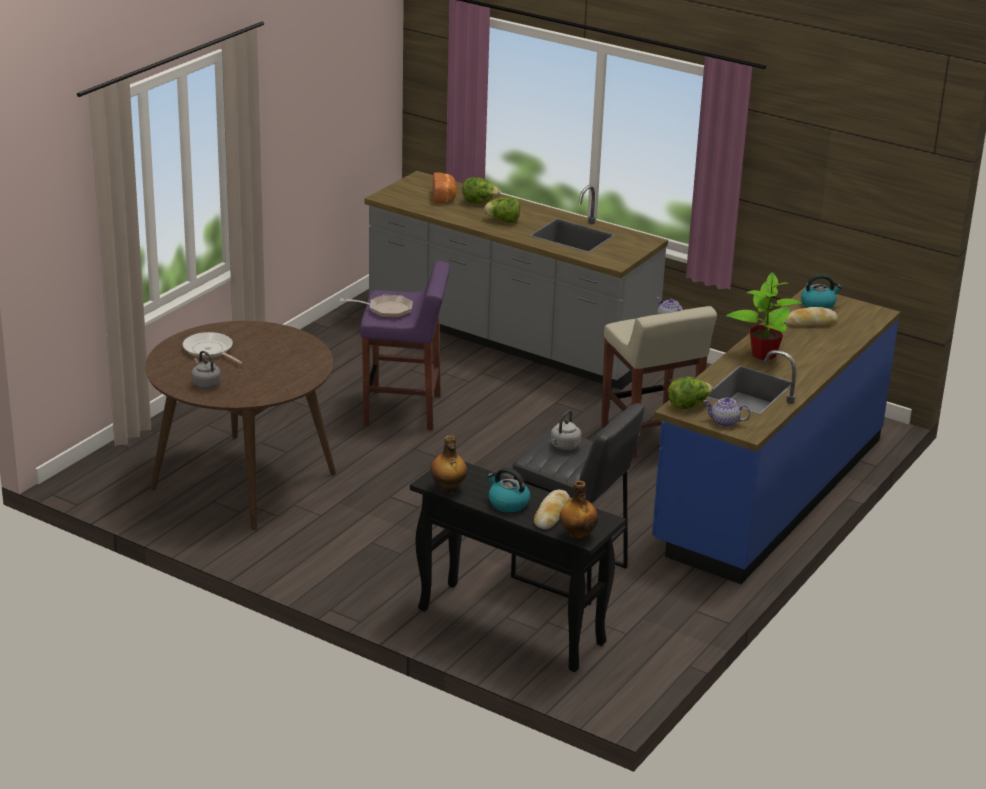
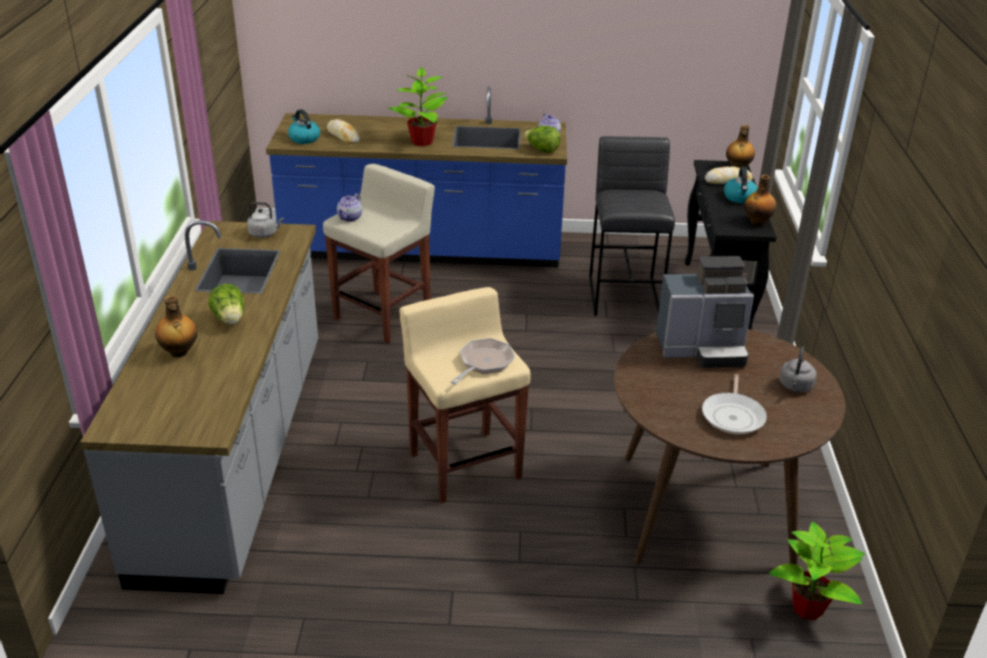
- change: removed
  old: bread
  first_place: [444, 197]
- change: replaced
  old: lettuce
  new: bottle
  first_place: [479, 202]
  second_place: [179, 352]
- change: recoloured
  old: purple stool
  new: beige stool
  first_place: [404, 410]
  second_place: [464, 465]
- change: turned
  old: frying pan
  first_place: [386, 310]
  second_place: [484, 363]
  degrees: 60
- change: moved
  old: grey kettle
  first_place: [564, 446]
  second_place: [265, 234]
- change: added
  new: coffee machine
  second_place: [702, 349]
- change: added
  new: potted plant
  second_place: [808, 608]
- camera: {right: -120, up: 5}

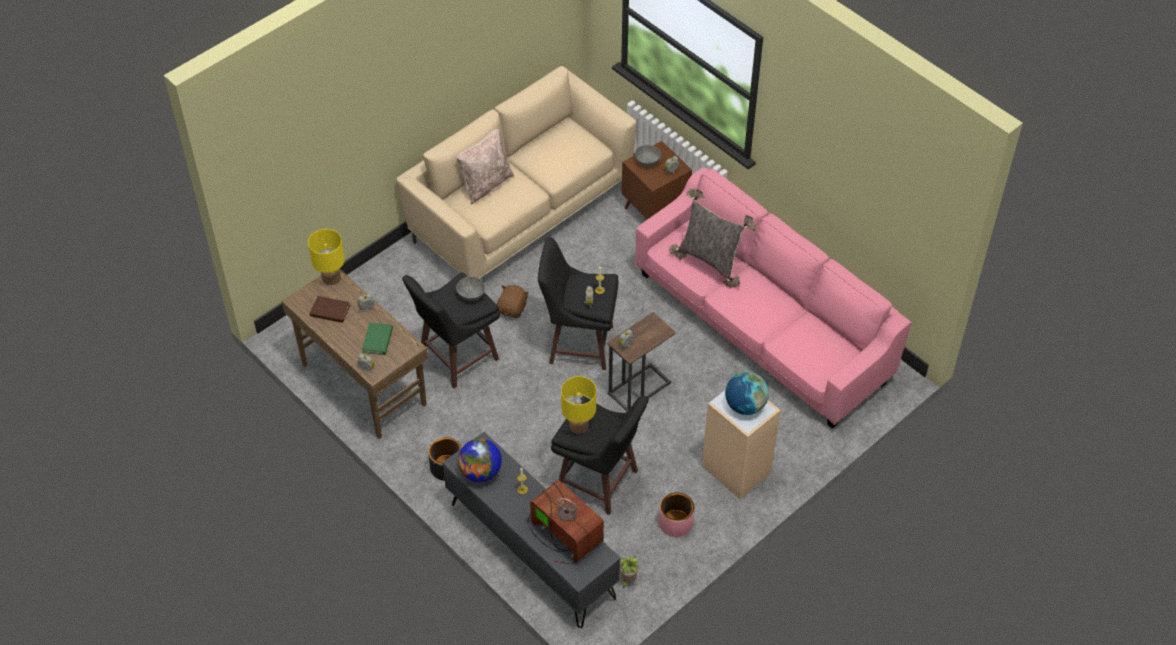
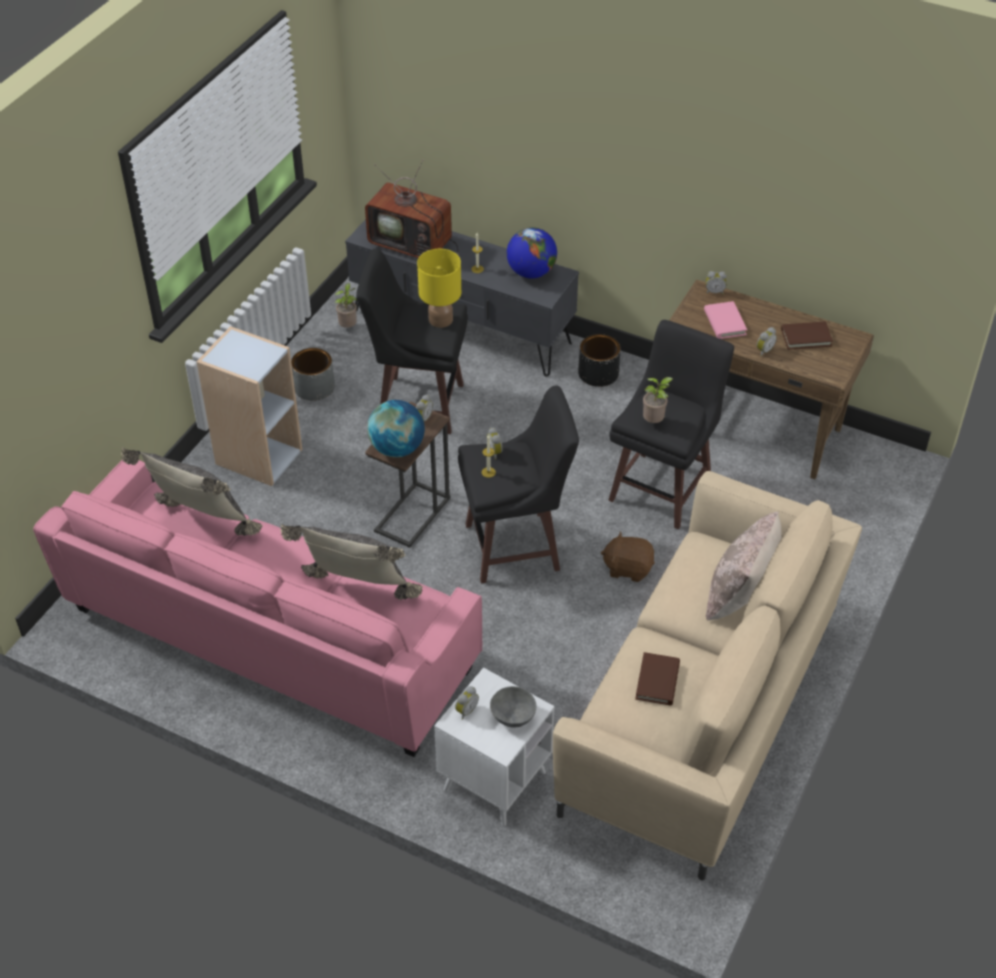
- change: recoloured
  old: brown side table
  new: white side table
  first_place: [655, 211]
  second_place: [494, 781]
- change: removed
  old: yellow table lamp
  first_place: [331, 278]
- change: replaced
  old: grey bowl
  new: potted plant
  first_place: [470, 295]
  second_place: [654, 422]
- change: turned
  old: brown plush toy
  first_place: [512, 309]
  second_place: [628, 568]
  degrees: 105
- change: recoloured
  old: green book
  new: pink book
  first_place: [378, 340]
  second_place: [724, 322]
- change: moved
  old: globe
  first_place: [745, 405]
  second_place: [397, 449]
- change: recoloured
  old: pink planter
  new: grey planter
  first_place: [675, 523]
  second_place: [314, 388]
- change: added
  new: pillow
  second_place: [198, 532]
- change: added
  new: brown book
  second_place: [657, 681]
- camera: {right: 160, up: -5}

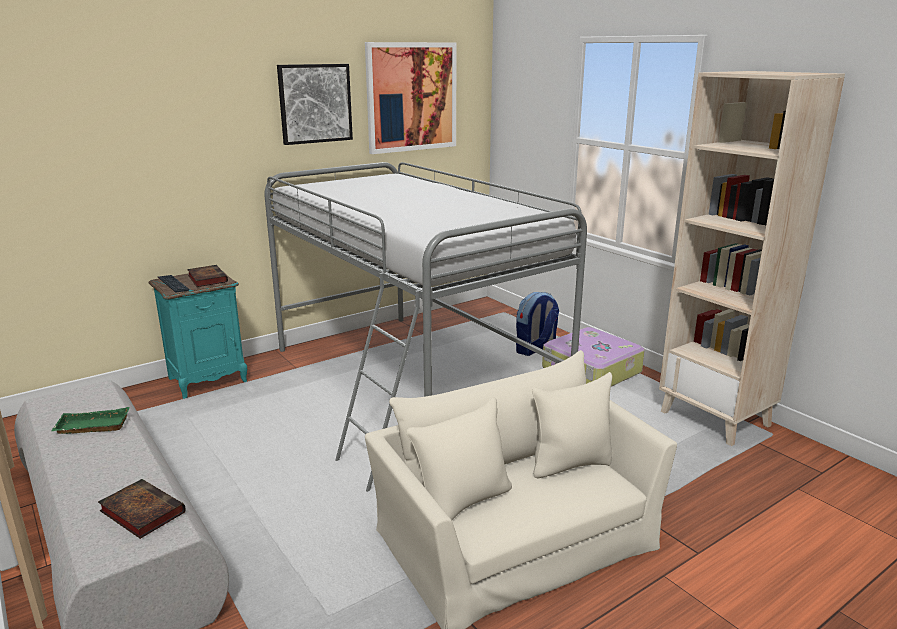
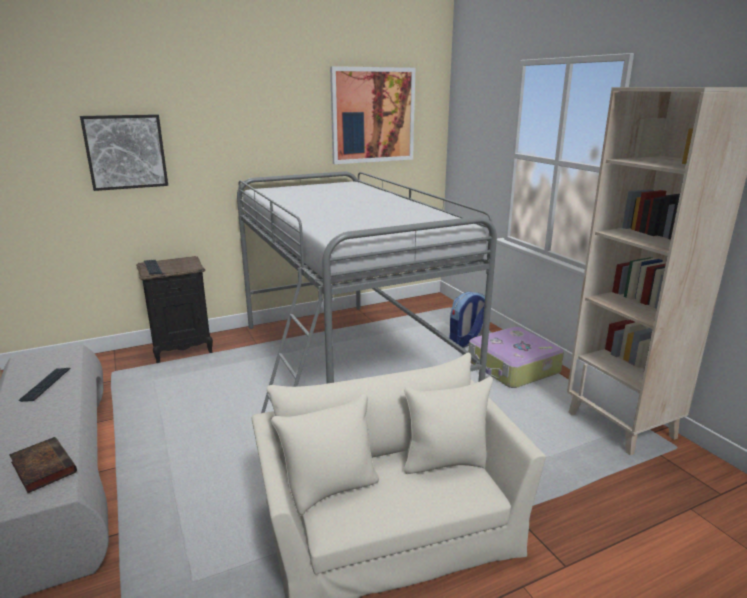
- change: moved
  old: picture
  first_place: [315, 103]
  second_place: [126, 152]
- change: removed
  old: book
  first_place: [206, 279]
- change: recoloured
  old: turquoise nightstand
  new: black nightstand
  first_place: [208, 380]
  second_place: [182, 349]
- change: replaced
  old: green tray
  new: keyboard
  first_place: [91, 427]
  second_place: [46, 385]
- camera: {right: 10, up: 0}

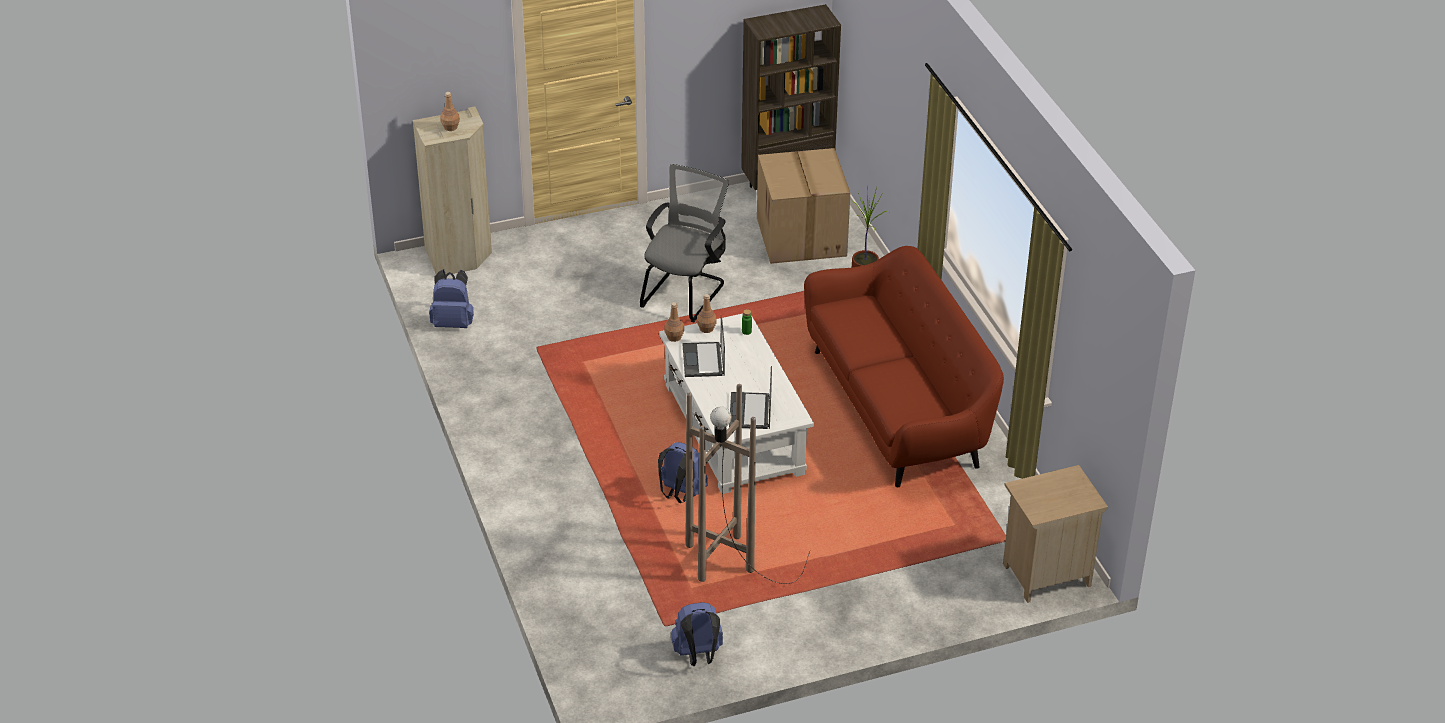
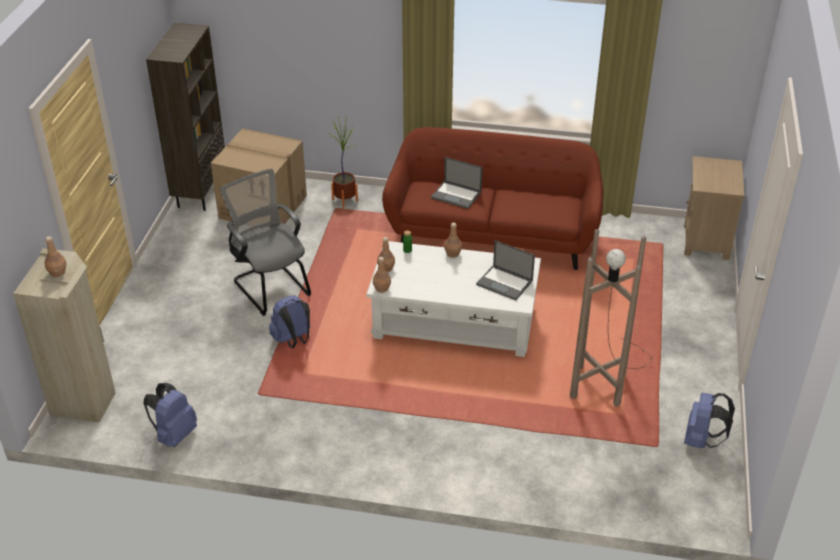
- change: moved
  old: laptop
  first_place: [703, 360]
  second_place: [457, 195]
- change: moved
  old: blue backpack
  first_place: [680, 494]
  second_place: [293, 340]
- change: added
  new: brown bottle
  second_place: [453, 254]
- camera: {right: -60, up: 0}

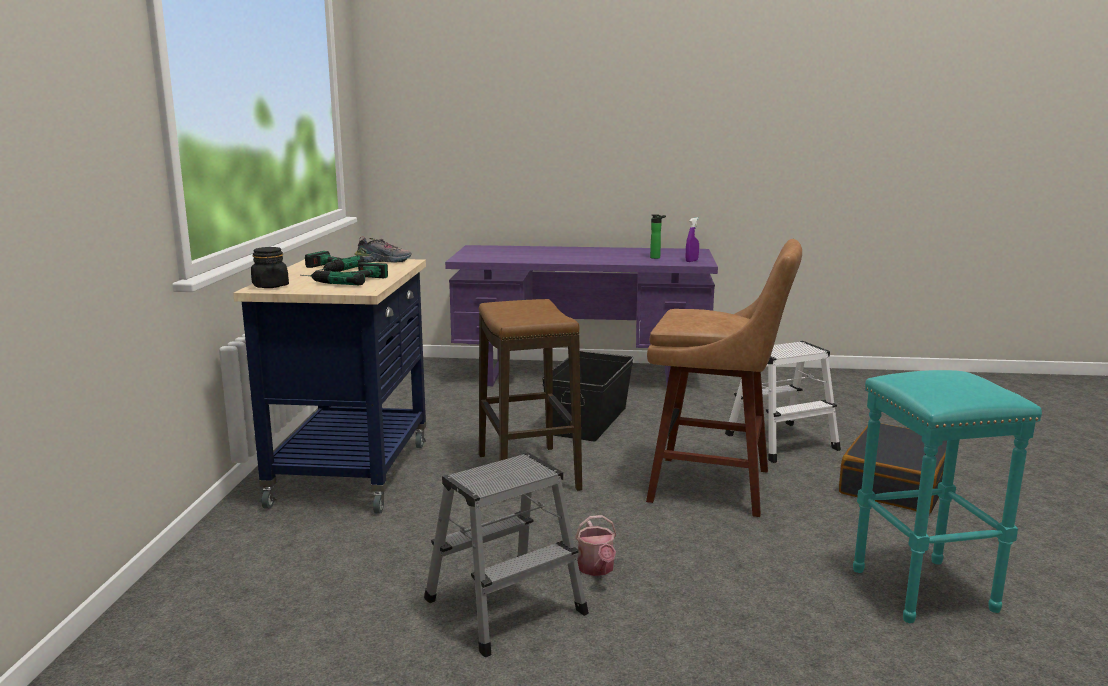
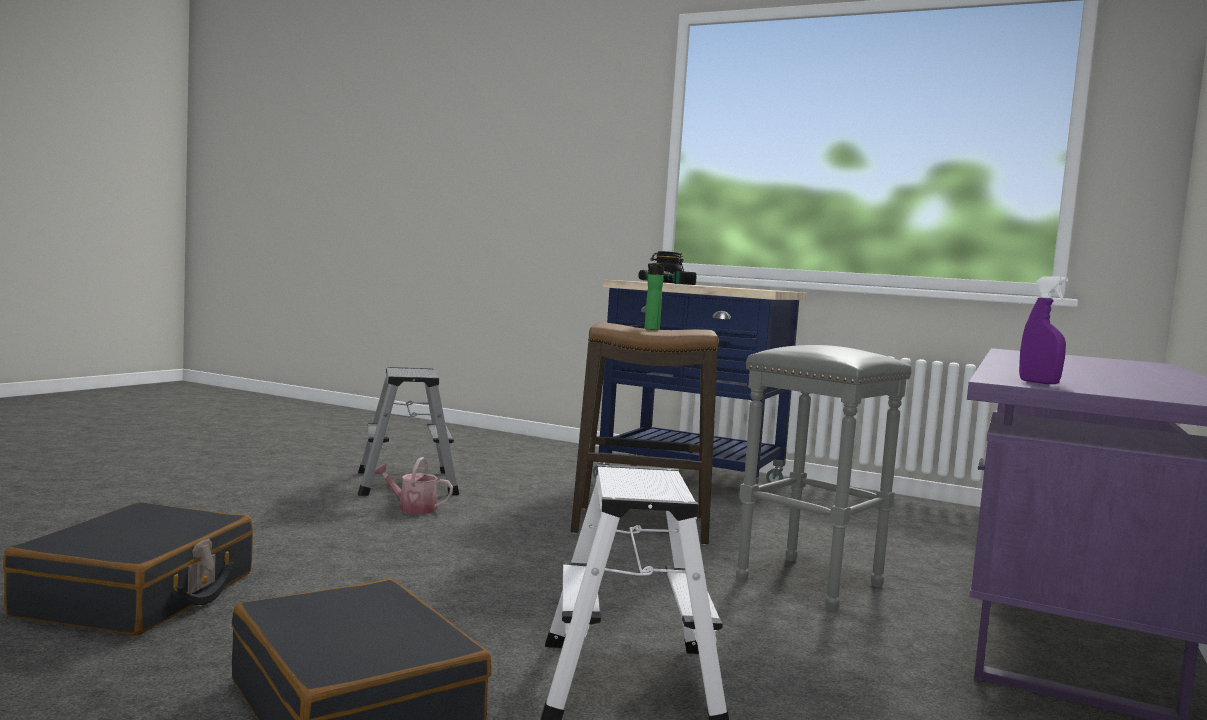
- change: moved
  old: bottle
  first_place: [656, 257]
  second_place: [651, 329]
- change: removed
  old: shoe
  first_place: [383, 261]
- change: removed
  old: brown stool
  first_place: [715, 486]
- change: removed
  old: power drill
  first_place: [323, 270]
- change: replaced
  old: black storage box
  new: grey stool
  first_place: [588, 420]
  second_place: [808, 581]
- change: replaced
  old: turquoise stool
  new: black suitcase
  first_place: [922, 591]
  second_place: [139, 595]
- camera: {right: 110, up: -10}

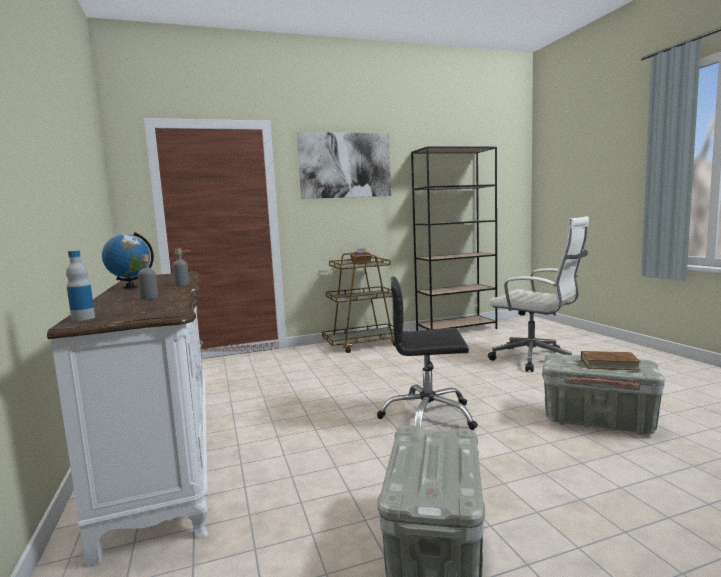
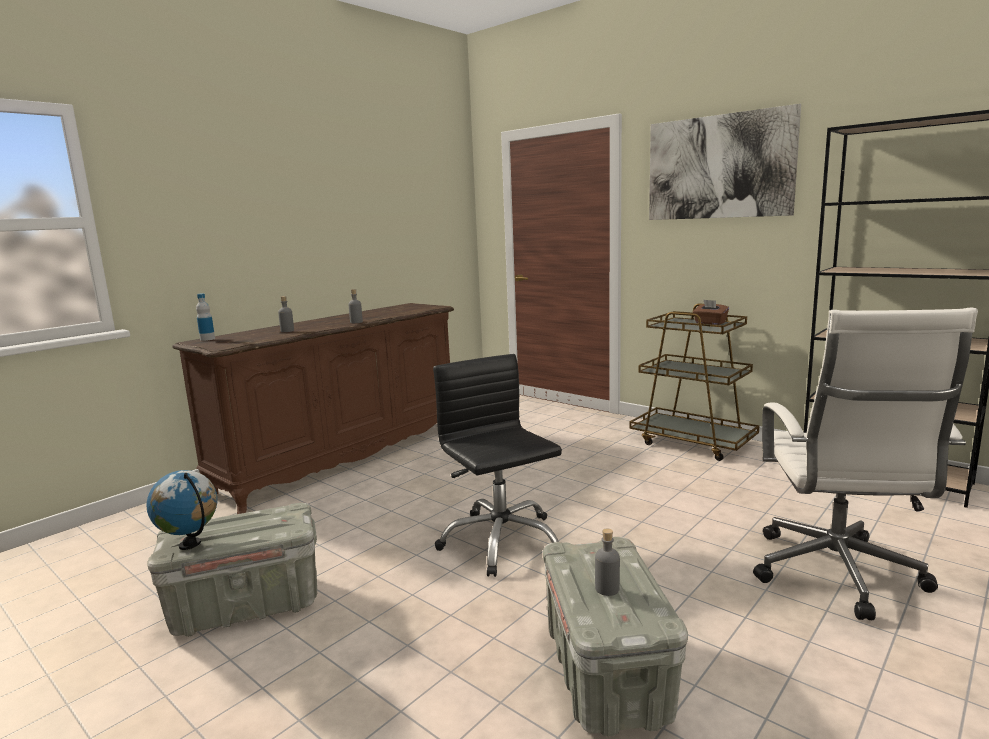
- change: moved
  old: globe
  first_place: [130, 287]
  second_place: [190, 544]
- change: recoloured
  old: white cabinet
  new: brown cabinet
  first_place: [168, 451]
  second_place: [346, 459]
- change: replaced
  old: brown book
  new: grey bottle
  first_place: [608, 364]
  second_place: [607, 589]
- camera: {right: 60, up: 5}

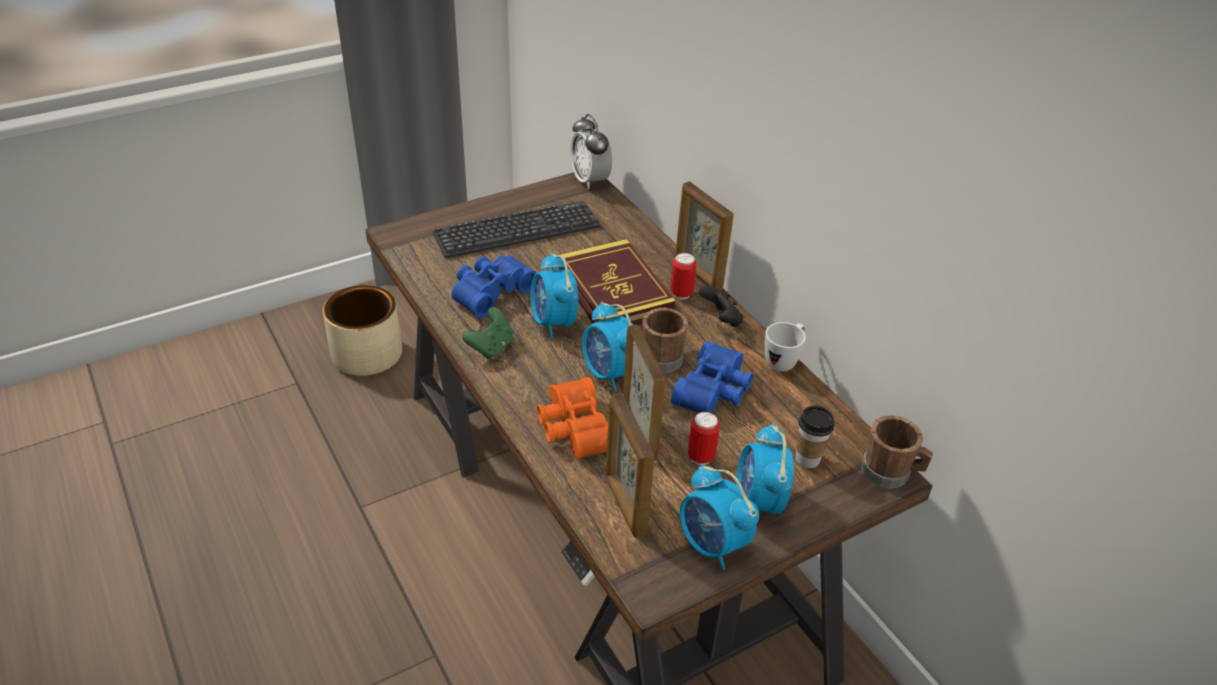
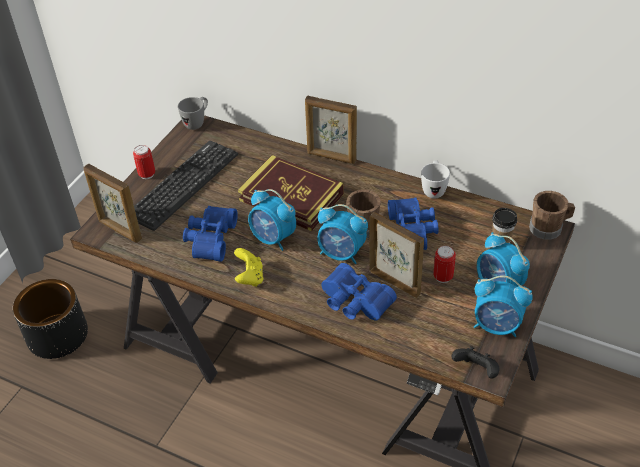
- change: replaced
  old: alarm clock
  new: grey mug
  first_place: [590, 180]
  second_place: [197, 122]
- change: moved
  old: can
  first_place: [681, 294]
  second_place: [147, 174]
- change: recoloured
  old: beige planter
  new: black planter
  first_place: [367, 355]
  second_place: [58, 336]
- change: moved
  old: black game controller
  first_place: [721, 320]
  second_place: [476, 370]
- change: recoloured
  old: green game controller
  new: yellow game controller
  first_place: [491, 347]
  second_place: [250, 277]
- change: recoloured
  old: orange binoculars
  new: blue binoculars
  first_place: [573, 429]
  second_place: [354, 302]
- change: moved
  old: picture frame
  first_place: [624, 505]
  second_place: [120, 230]
- camera: {right: -30, up: 5}

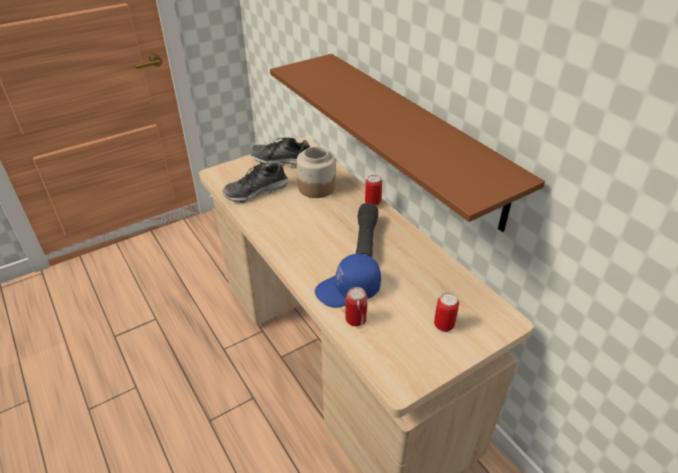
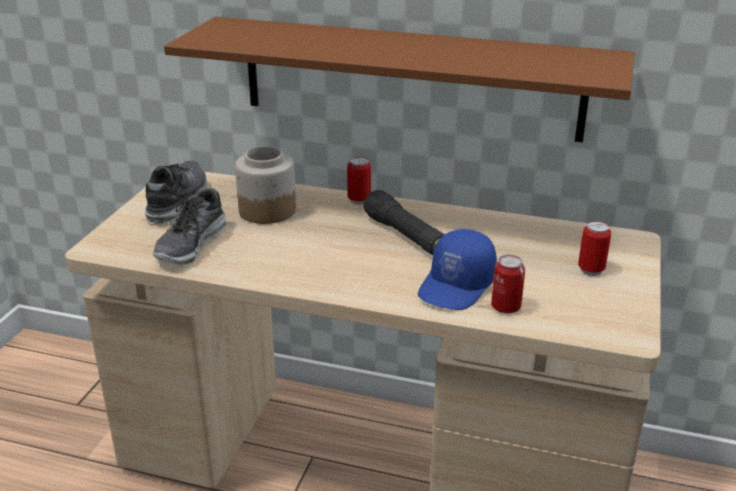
- change: turned
  old: shoe
  first_place: [282, 161]
  second_place: [177, 202]
  degrees: 135
- camera: {right: -40, up: -10}

